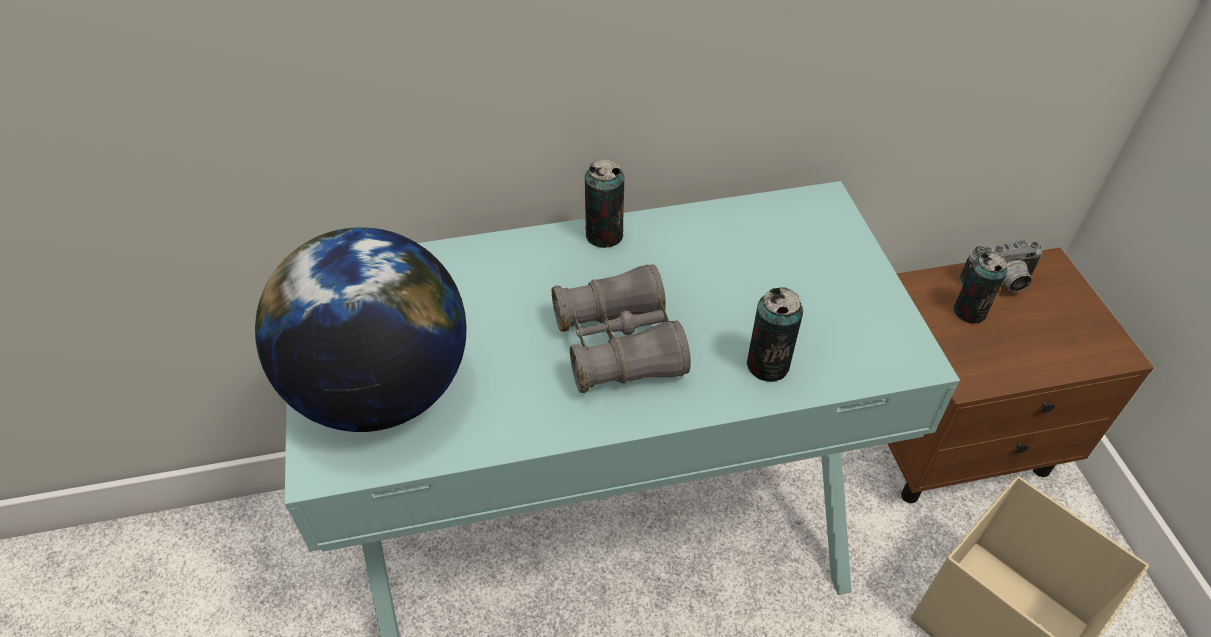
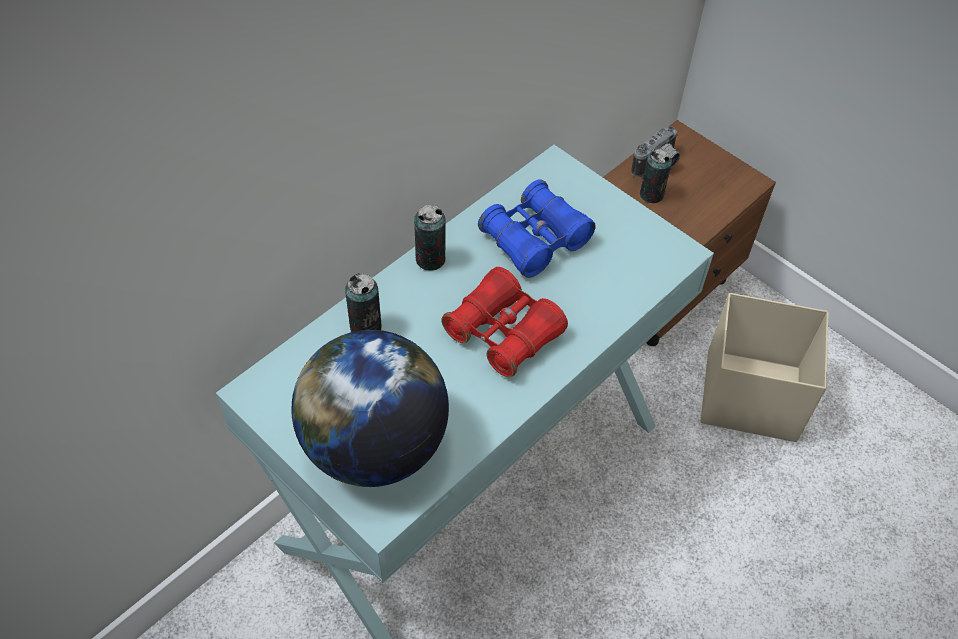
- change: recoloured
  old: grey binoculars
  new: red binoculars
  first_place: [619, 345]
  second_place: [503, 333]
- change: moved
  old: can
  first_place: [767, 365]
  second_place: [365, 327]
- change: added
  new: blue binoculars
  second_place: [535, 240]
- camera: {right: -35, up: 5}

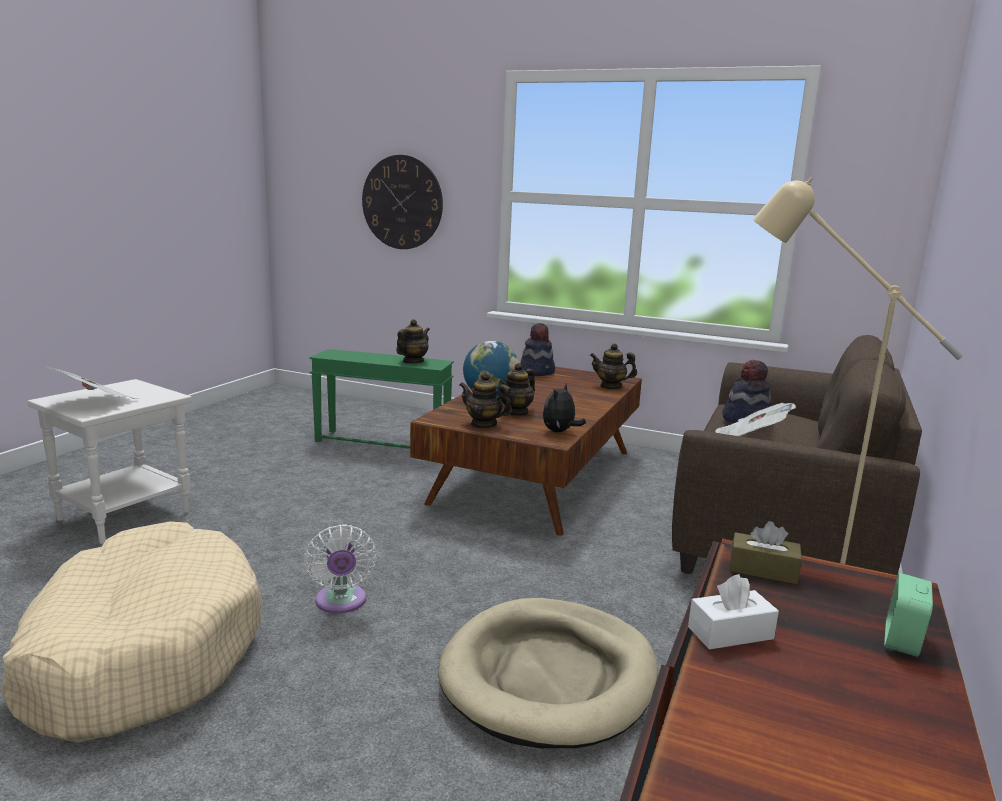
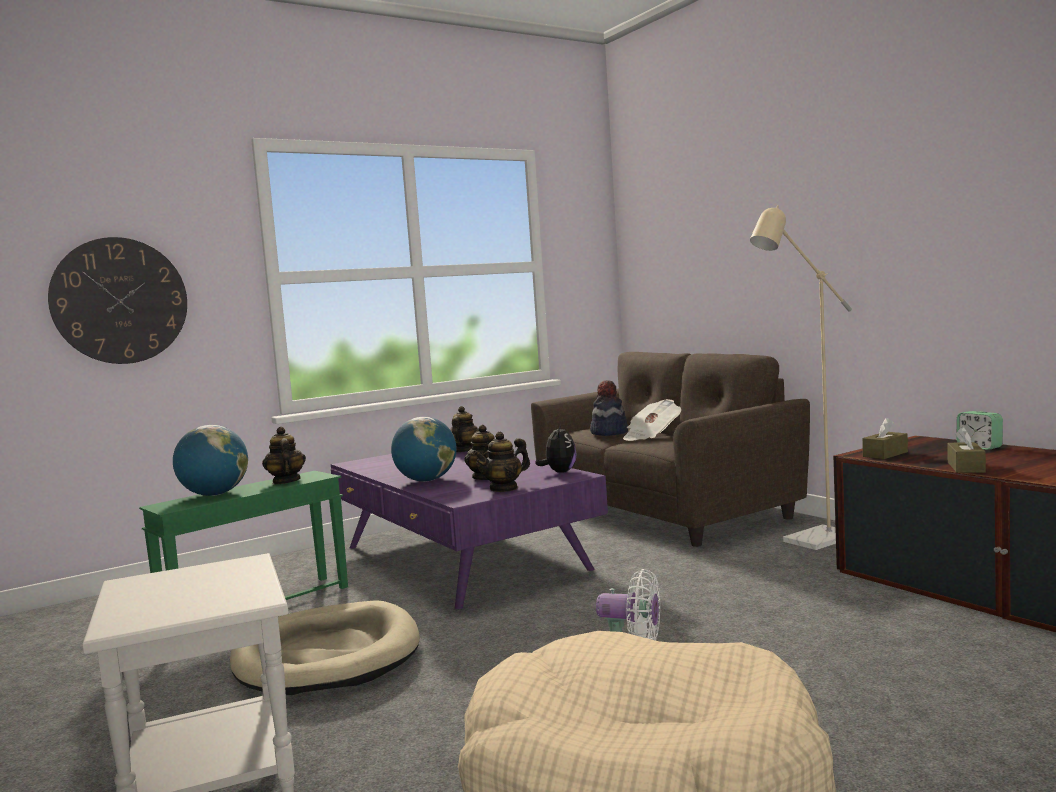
- change: removed
  old: hat
  first_place: [537, 372]
- change: turned
  old: teapot
  first_place: [611, 386]
  second_place: [464, 450]
  degrees: 150
- change: recoloured
  old: brown coffee table
  new: purple coffee table
  first_place: [534, 475]
  second_place: [461, 558]
- change: removed
  old: newspaper
  first_place: [96, 403]
- change: turned
  old: plush toy
  first_place: [560, 432]
  second_place: [559, 472]
  degrees: -150
- change: recoloured
  old: white tissue box
  new: brown tissue box
  first_place: [730, 633]
  second_place: [966, 467]
- change: moved
  old: beige dog bed
  first_place: [549, 677]
  second_place: [327, 656]
- change: added
  new: globe
  second_place: [214, 494]
- camera: {right: -55, up: -10}

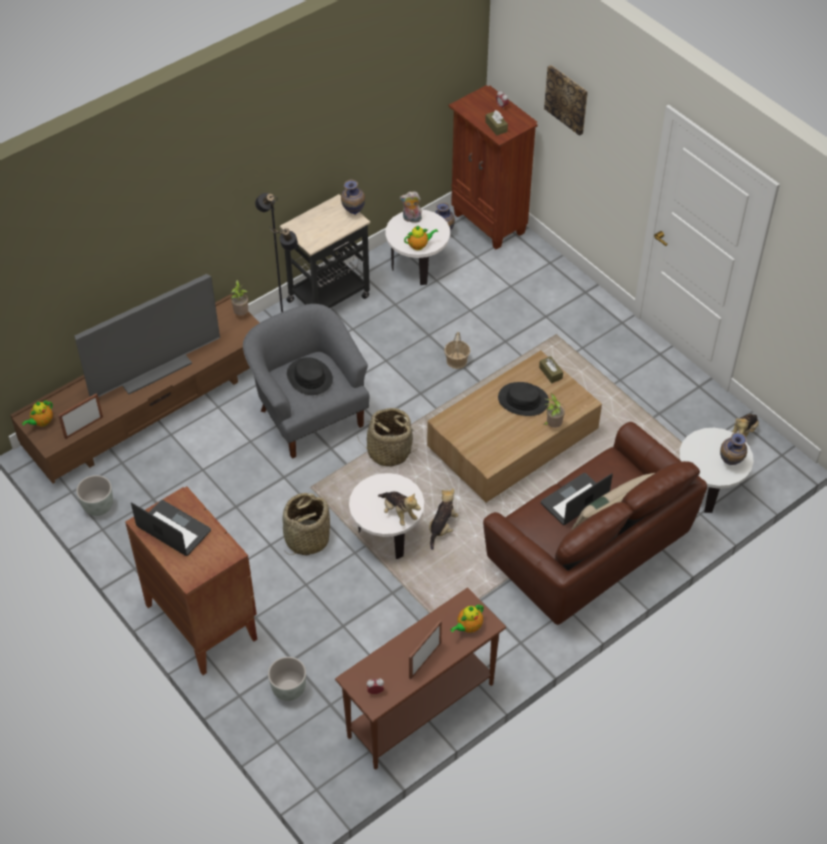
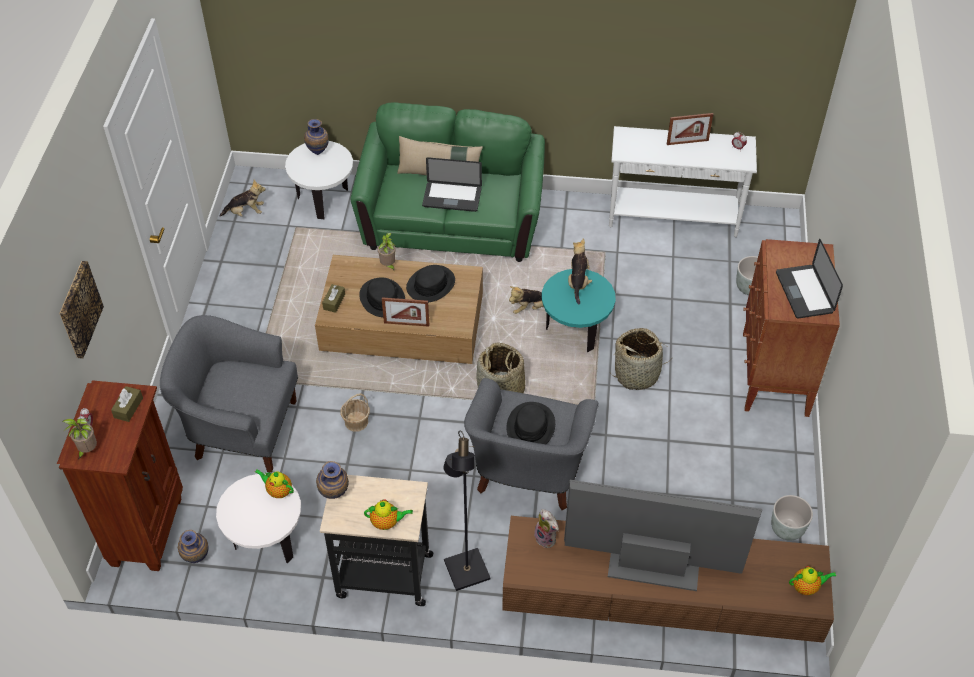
- change: moved
  old: plush toy
  first_place: [411, 219]
  second_place: [547, 538]
- change: moved
  old: potted plant
  first_place: [241, 313]
  second_place: [87, 450]
- change: moved
  old: picture frame
  first_place: [83, 427]
  second_place: [406, 324]
- change: recoloured
  old: brown sofa
  new: green sofa
  first_place: [589, 552]
  second_place: [452, 222]
- change: recoloured
  old: white side table
  new: turquoise side table
  first_place: [387, 536]
  second_place: [575, 332]
- change: recoloured
  old: brown console table
  new: white console table
  first_place: [421, 712]
  second_place: [674, 218]
- change: moved
  old: teapot
  first_place: [468, 627]
  second_place: [387, 522]
- change: added
  new: black hat
  second_place: [430, 284]
- change: added
  new: grey armchair
  second_place: [241, 428]
- camera: {right: -135, up: 0}

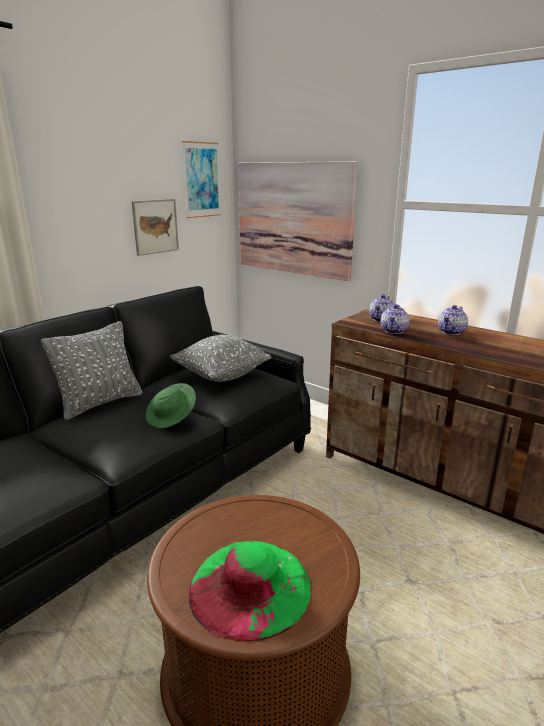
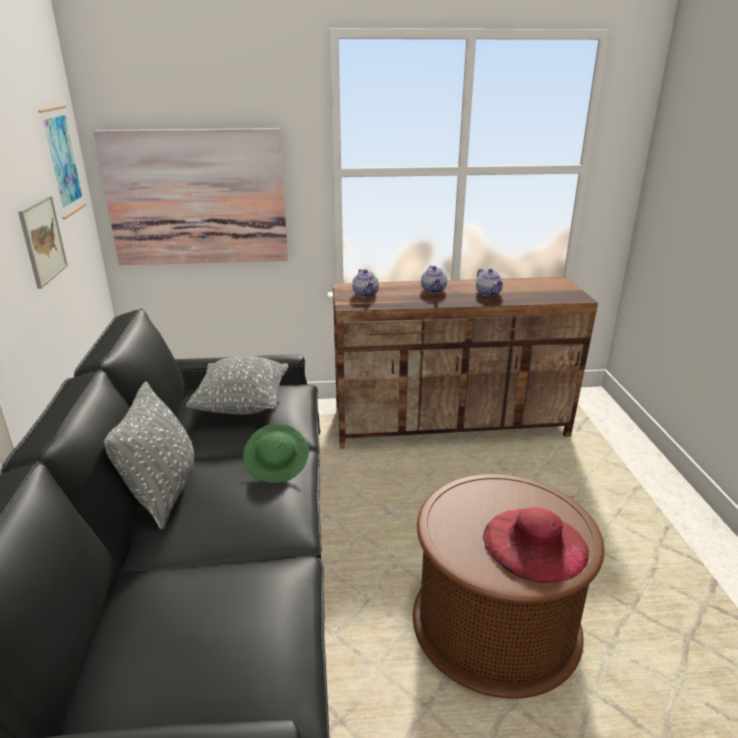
- change: moved
  old: teapot
  first_place: [394, 331]
  second_place: [489, 293]
- change: recoloured
  old: green hat
  new: red hat
  first_place: [250, 586]
  second_place: [535, 543]
- camera: {right: -45, up: 5}

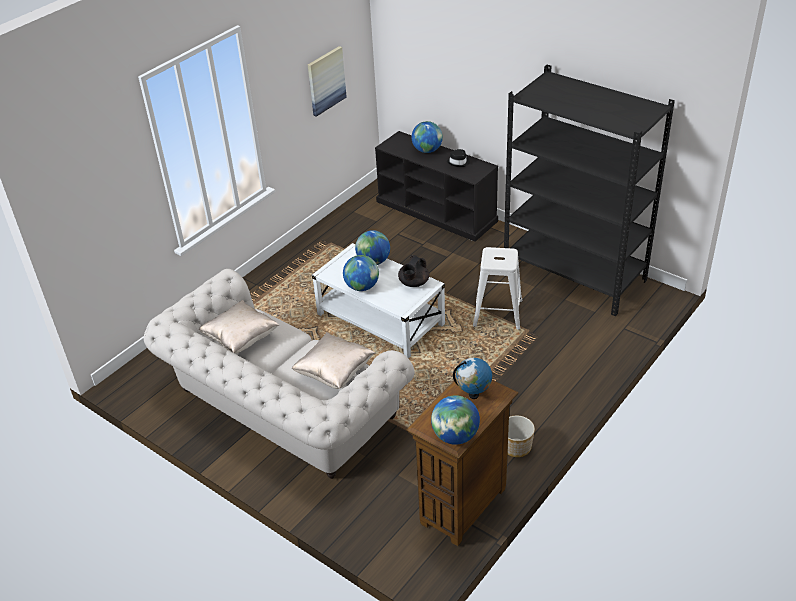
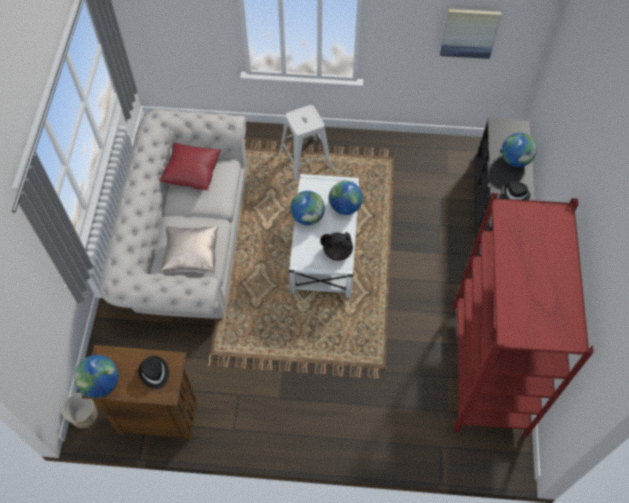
- change: recoloured
  old: black bookcase
  new: red bookcase
  first_place: [574, 275]
  second_place: [487, 369]
- change: moved
  old: white stool
  first_place: [497, 313]
  second_place: [305, 159]
- change: recoloured
  old: beige pillow
  new: red pillow
  first_place: [241, 339]
  second_place: [192, 174]
- change: replaced
  old: globe
  new: black hat
  first_place: [473, 395]
  second_place: [154, 373]
- change: moved
  old: planter
  first_place: [516, 447]
  second_place: [84, 416]
- camera: {right: 55, up: 20}

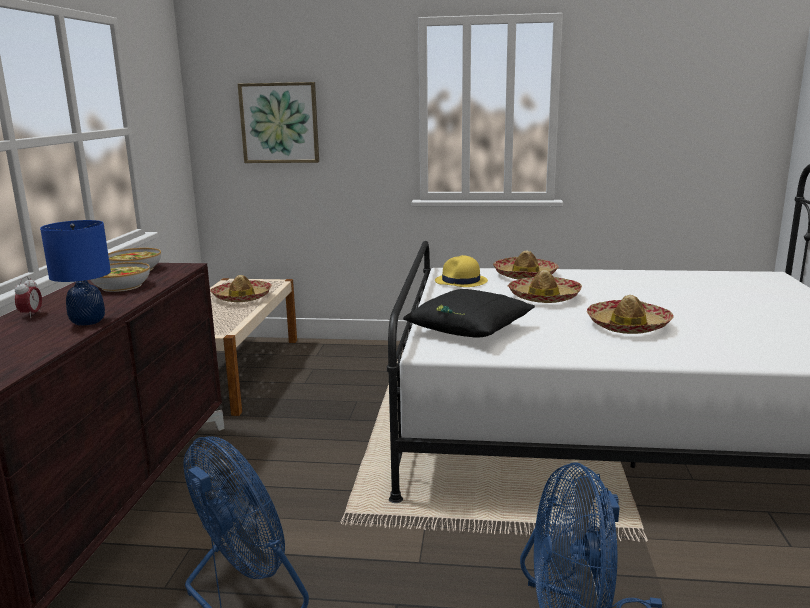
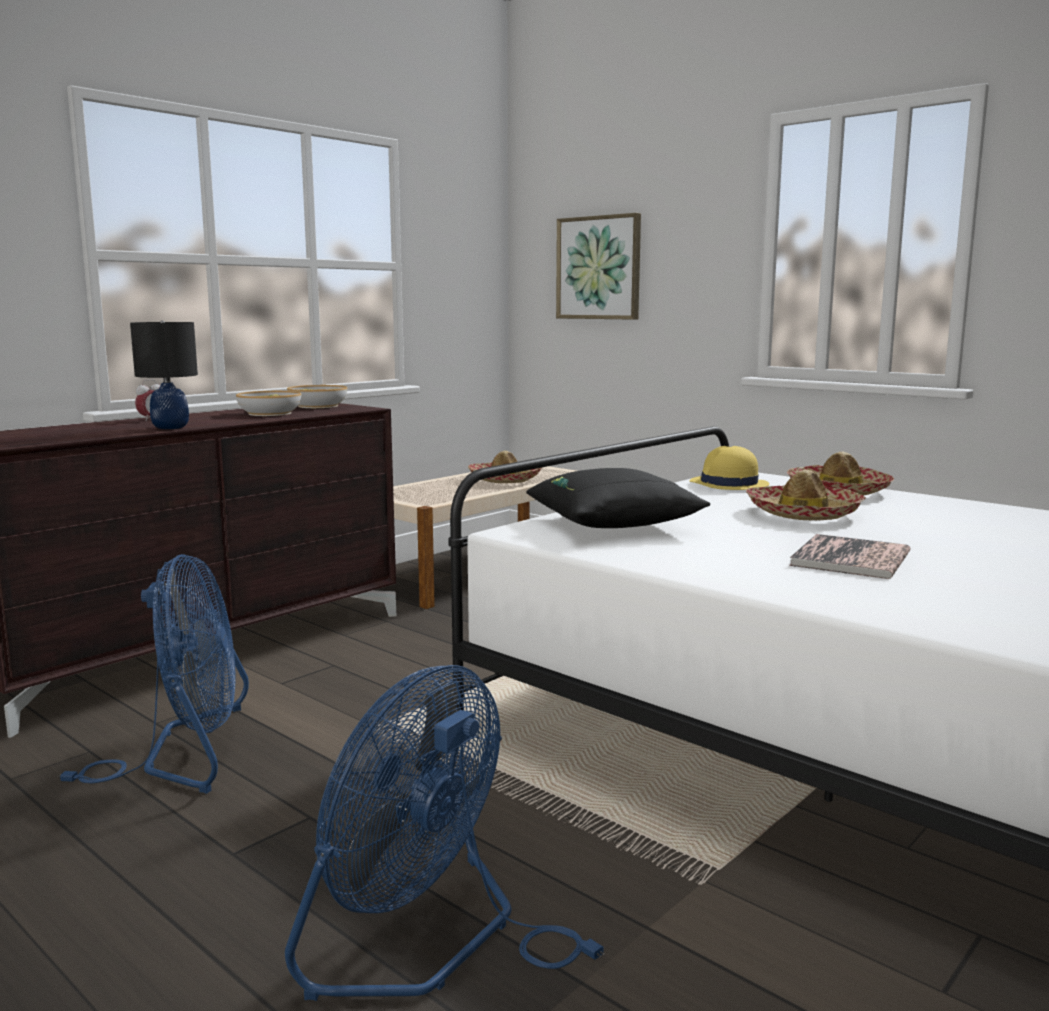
- change: recoloured
  old: blue table lamp
  new: black table lamp
  first_place: [89, 322]
  second_place: [172, 428]
- change: replaced
  old: hat
  new: book
  first_place: [628, 326]
  second_place: [851, 559]
- camera: {right: 35, up: -5}

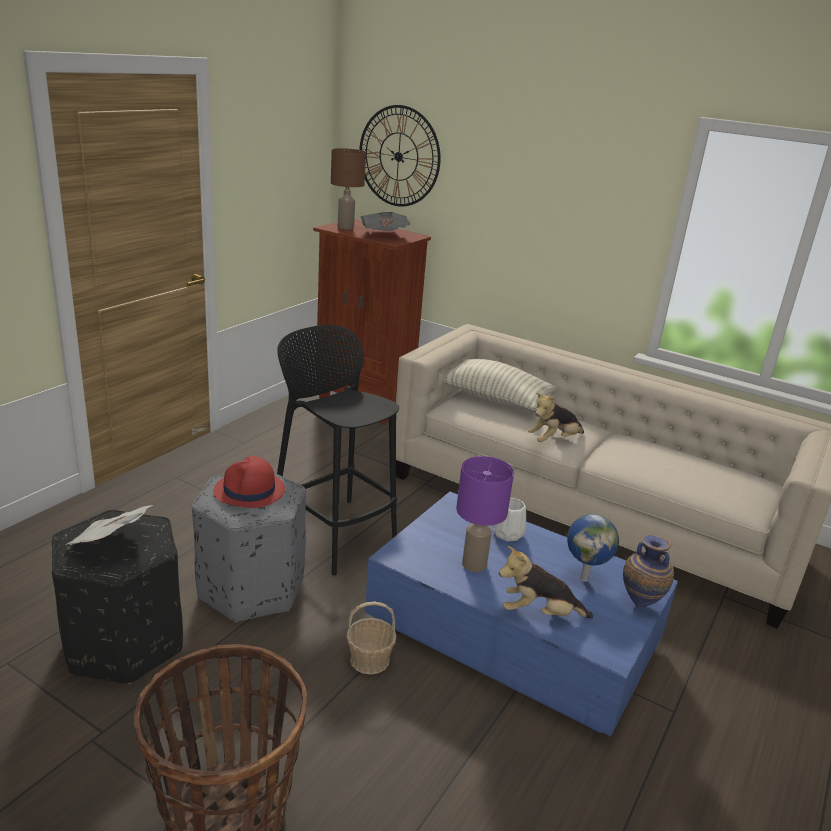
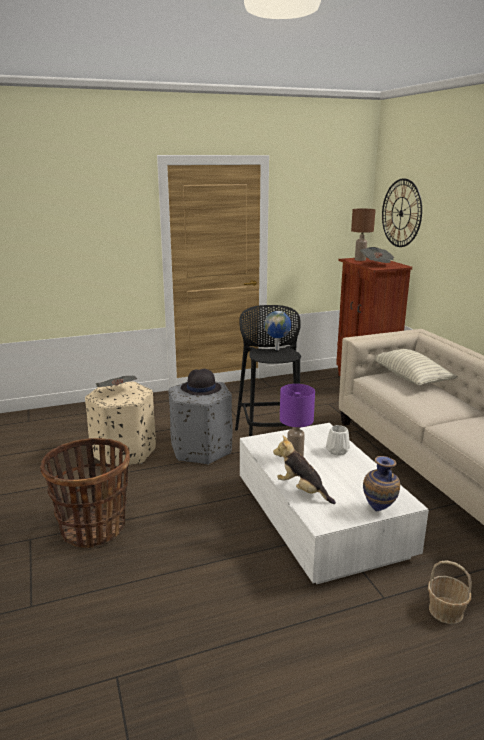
- change: removed
  old: plush toy
  first_place: [554, 440]
- change: recoloured
  old: red hat
  new: black hat
  first_place: [249, 491]
  second_place: [200, 388]
- change: recoloured
  old: blue coffee table
  new: white coffee table
  first_place: [513, 634]
  second_place: [321, 518]
- change: recoloured
  old: black ottoman
  new: beige ottoman
  first_place: [125, 642]
  second_place: [124, 452]
- change: moved
  old: globe
  first_place: [584, 578]
  second_place: [277, 349]
- change: moved
  old: basket
  first_place: [370, 659]
  second_place: [446, 611]
- camera: {right: 40, up: -5}

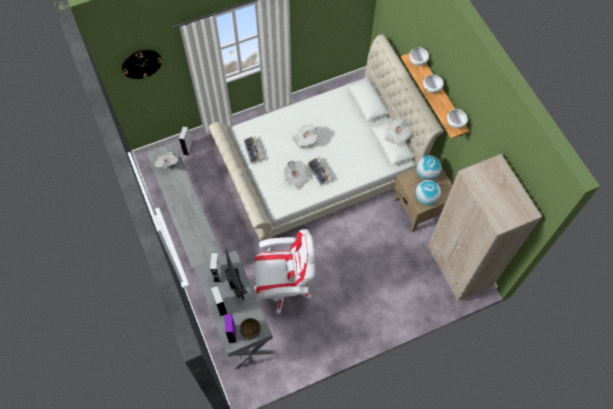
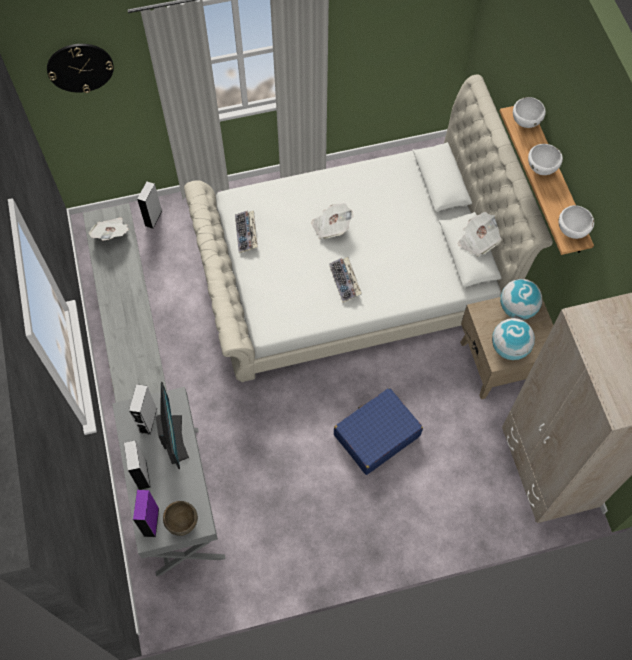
- change: removed
  old: newspaper
  first_place: [296, 178]
- change: removed
  old: white office chair
  first_place: [284, 285]
- change: added
  new: blue suitcase
  second_place: [376, 435]
- camera: {right: 10, up: 0}

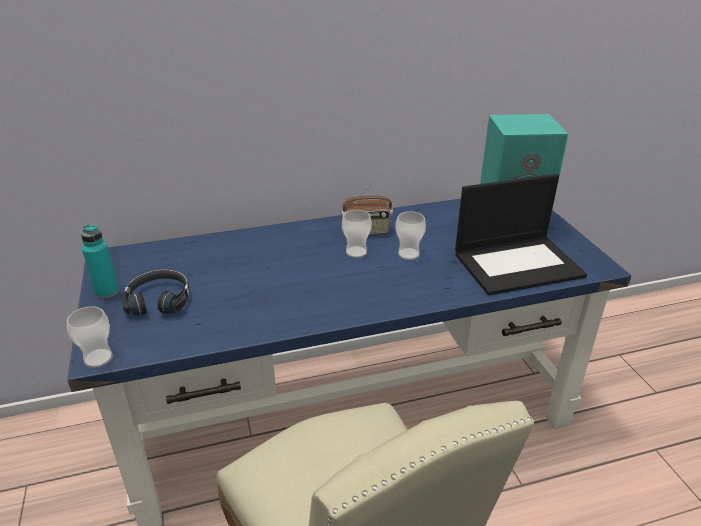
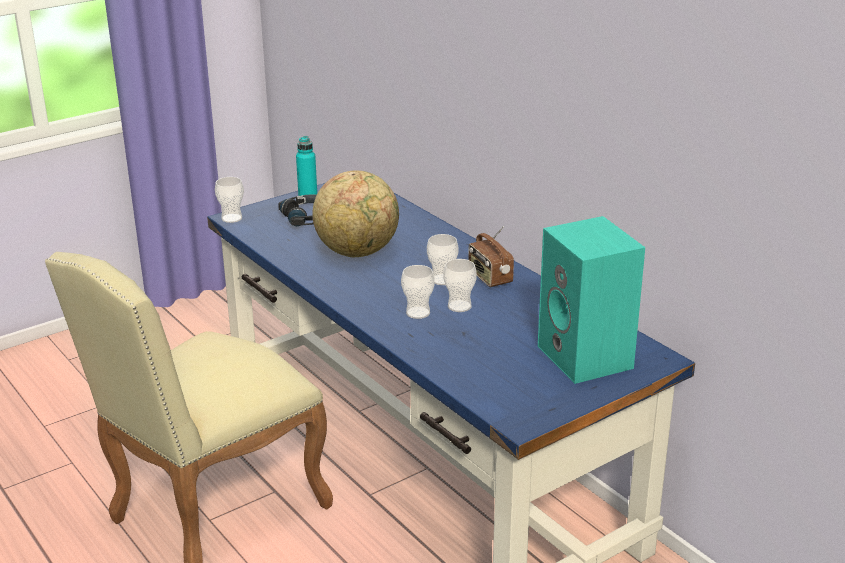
- change: removed
  old: laptop
  first_place: [518, 264]
- change: added
  new: globe
  second_place: [357, 252]
- change: added
  new: cup
  second_place: [418, 313]
- camera: {right: 70, up: -5}

